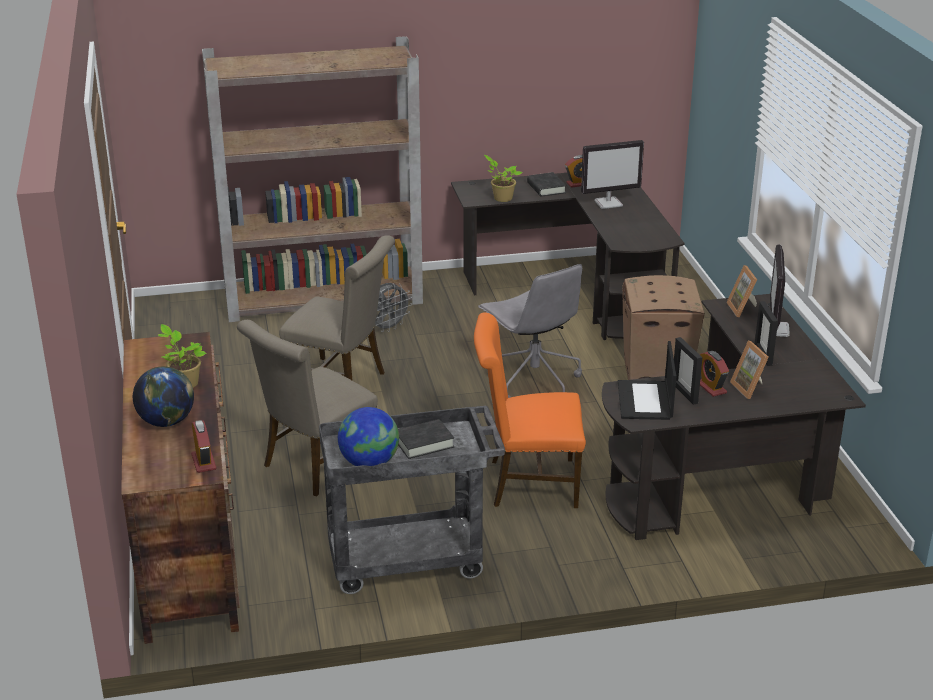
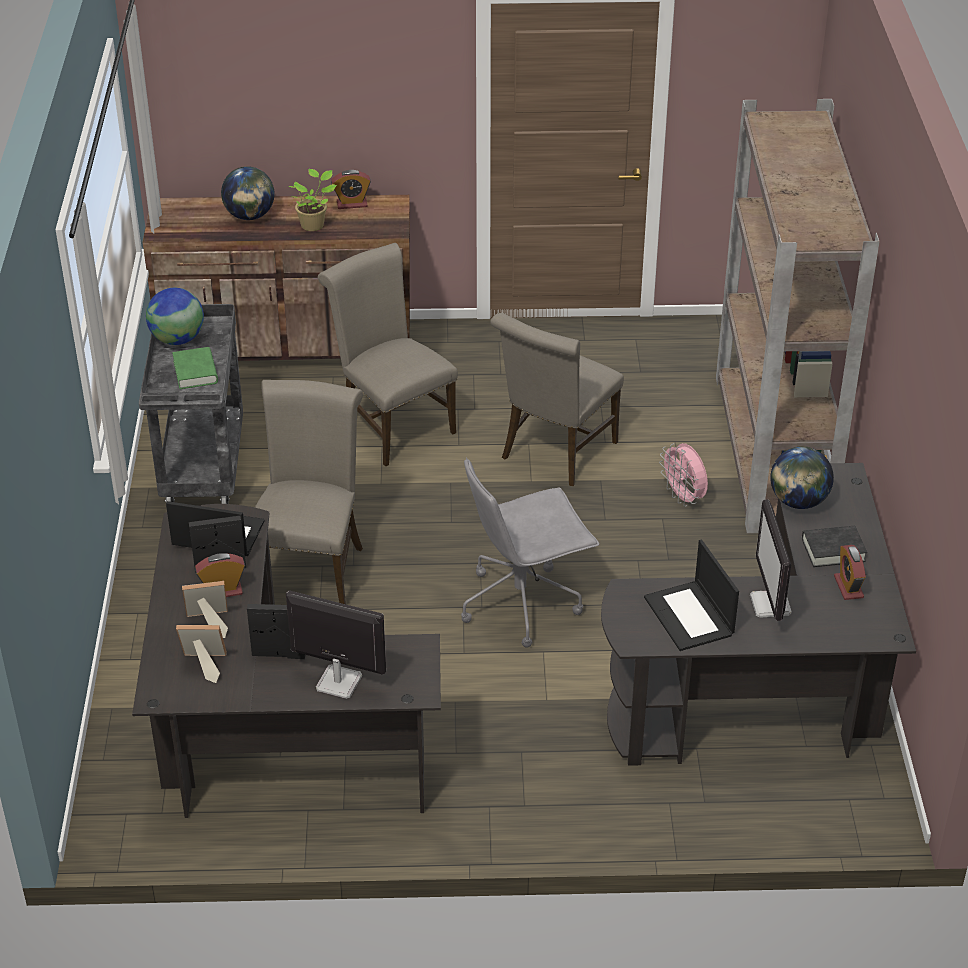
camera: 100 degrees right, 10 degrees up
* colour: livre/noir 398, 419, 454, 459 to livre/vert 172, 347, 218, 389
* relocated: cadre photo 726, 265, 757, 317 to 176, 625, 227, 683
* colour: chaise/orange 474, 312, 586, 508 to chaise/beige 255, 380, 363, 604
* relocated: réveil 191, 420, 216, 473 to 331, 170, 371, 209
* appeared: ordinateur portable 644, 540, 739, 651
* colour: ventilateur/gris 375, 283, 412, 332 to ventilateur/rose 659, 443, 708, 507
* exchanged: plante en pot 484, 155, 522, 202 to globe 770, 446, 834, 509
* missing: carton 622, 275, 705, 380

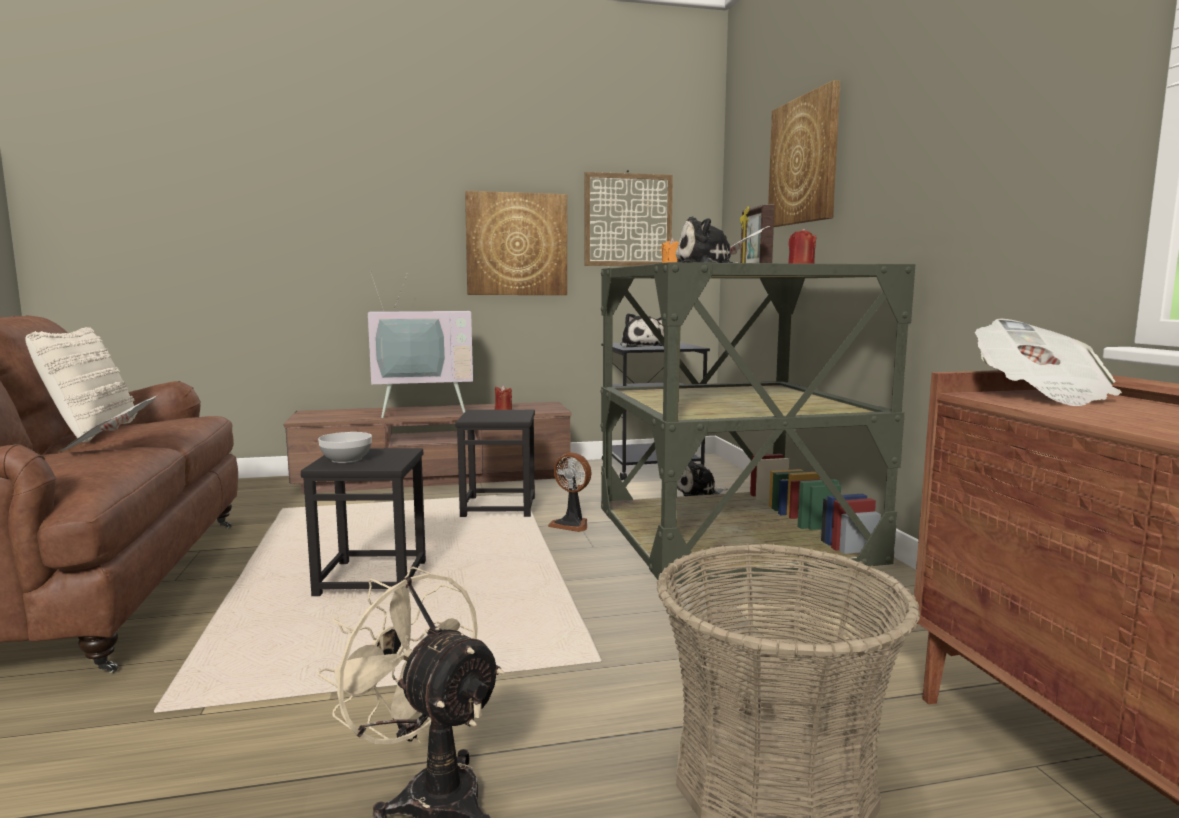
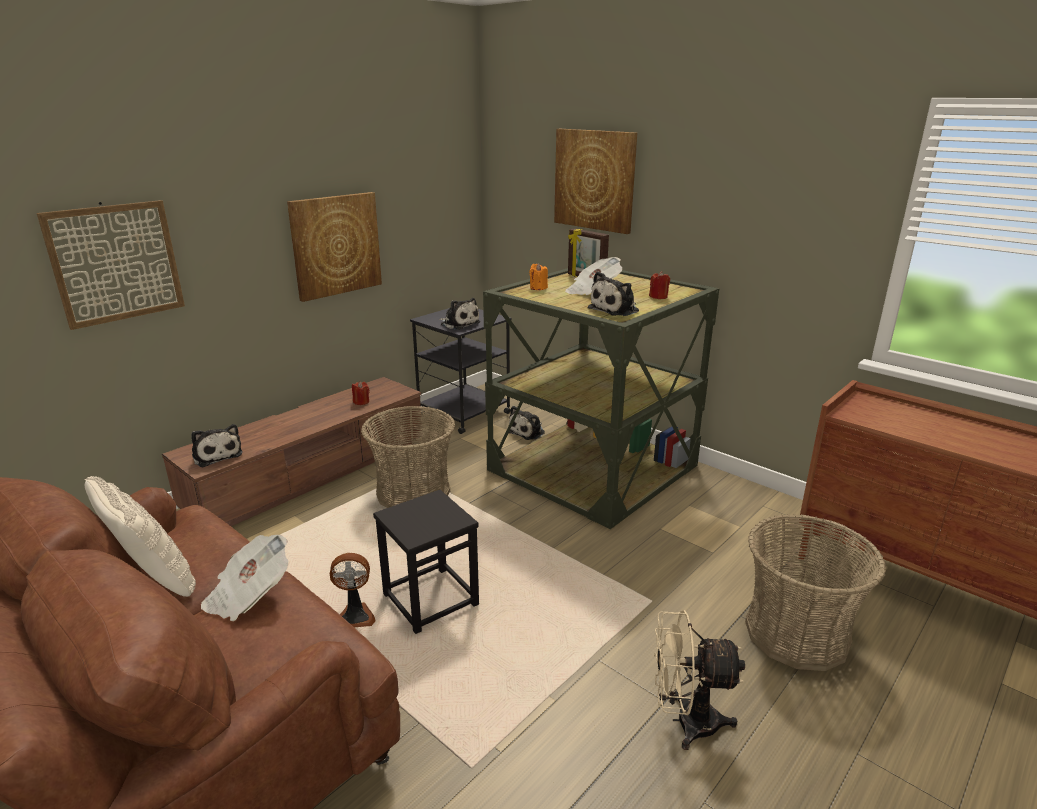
camera: 35 degrees left, 15 degrees up
* relocated: tableau 584, 170, 673, 266 to 37, 200, 185, 330
* appeared: peluche 191, 424, 243, 467
* relocated: ventilateur 548, 452, 592, 532 to 330, 553, 376, 627
* exchanged: tabouret/noir 455, 410, 535, 517 to panier 361, 406, 455, 508
* missing: bol 318, 432, 372, 463
* missing: téléviseur 368, 271, 473, 418
* missing: journal 975, 319, 1122, 406

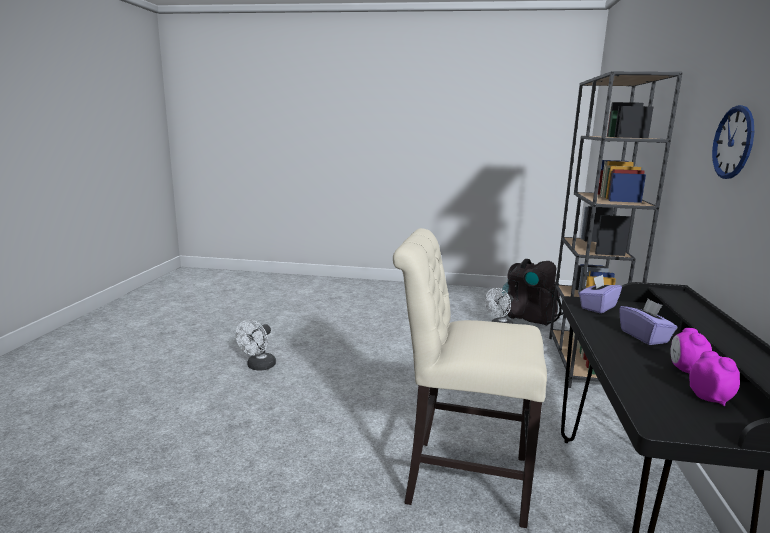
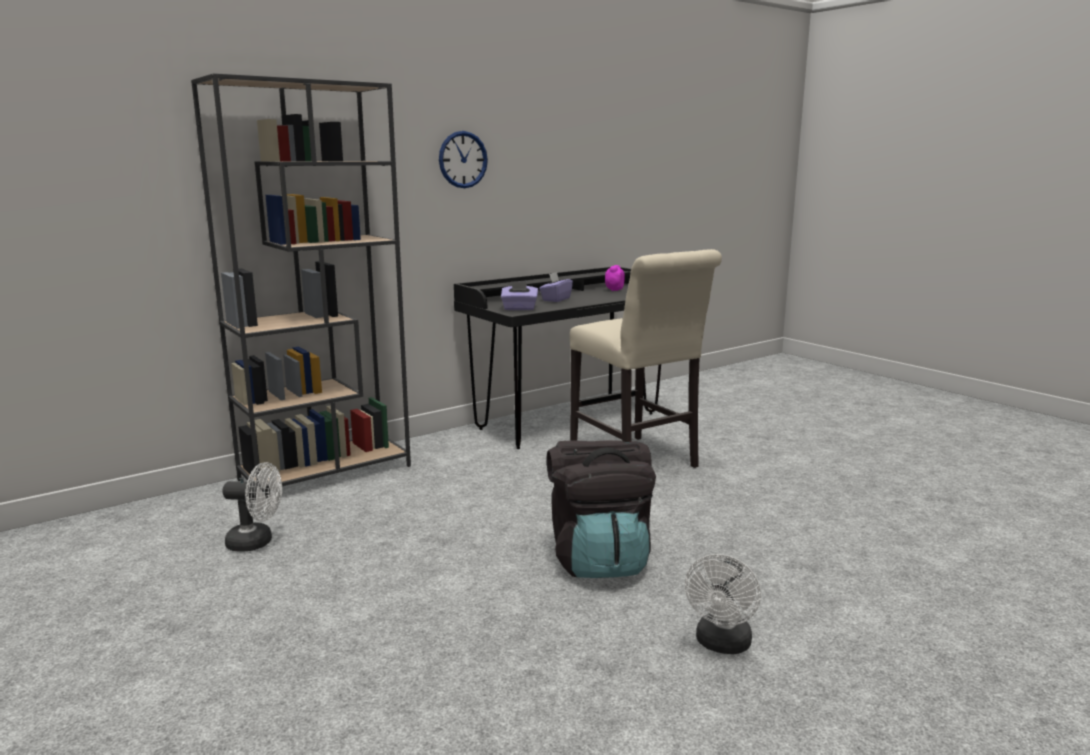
camera: 135 degrees left, 0 degrees up
* relocated: sac à dos/noir 501, 259, 564, 326 to 547, 440, 656, 578
* spun: ventilateur/blanc 236, 320, 276, 371 = 685, 554, 761, 654 135 degrees clockwise
* missing: réveil 670, 328, 712, 373

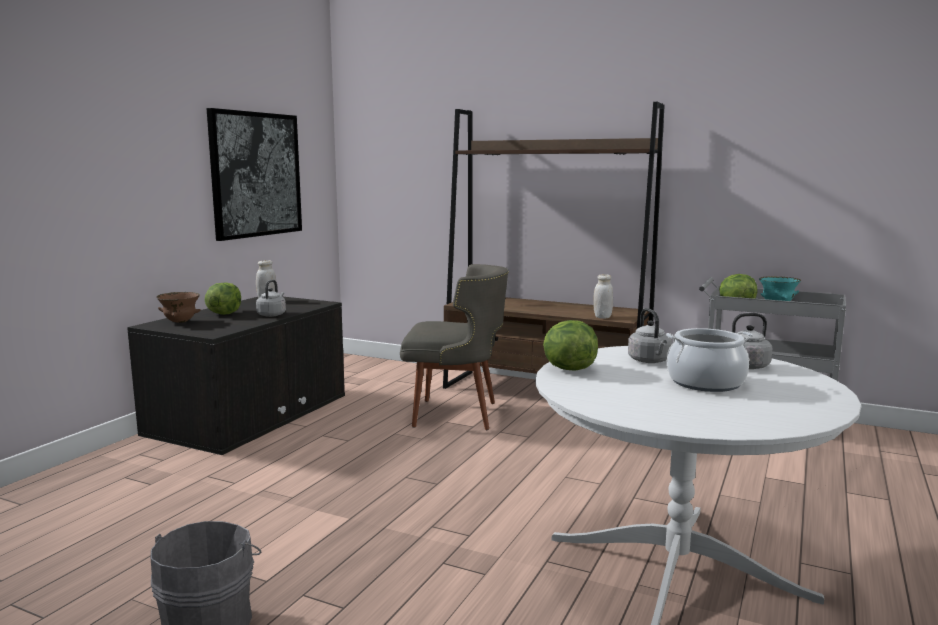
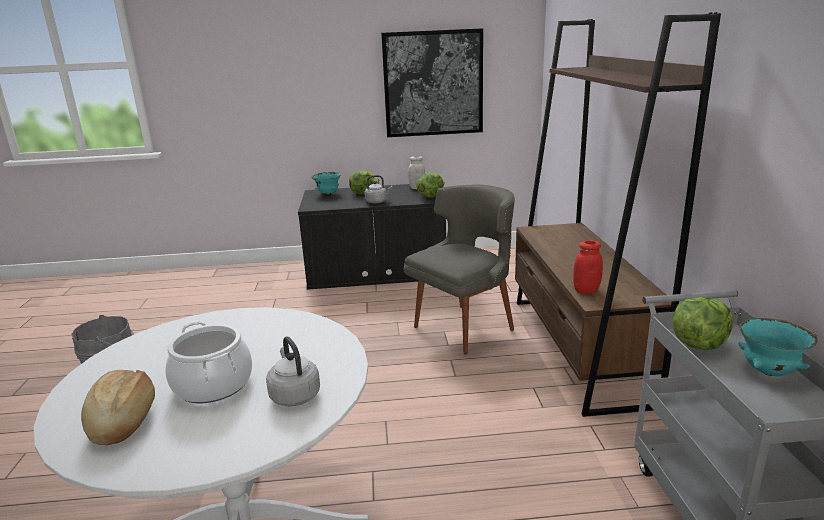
camera: 60 degrees right, 10 degrees up
* appeared: pain 81, 370, 155, 445
* colour: bol/marron 156, 292, 201, 323 to bol/turquoise 312, 172, 341, 195
* spun: chaise/gris 400, 264, 508, 430 = 404, 185, 515, 354 105 degrees counterclockwise
* relocated: laitue 543, 320, 598, 371 to 416, 173, 444, 198
* colour: bocal/blanc 593, 274, 613, 319 to bocal/rouge 573, 241, 603, 294
* missing: bouilloire/gris 628, 308, 672, 363

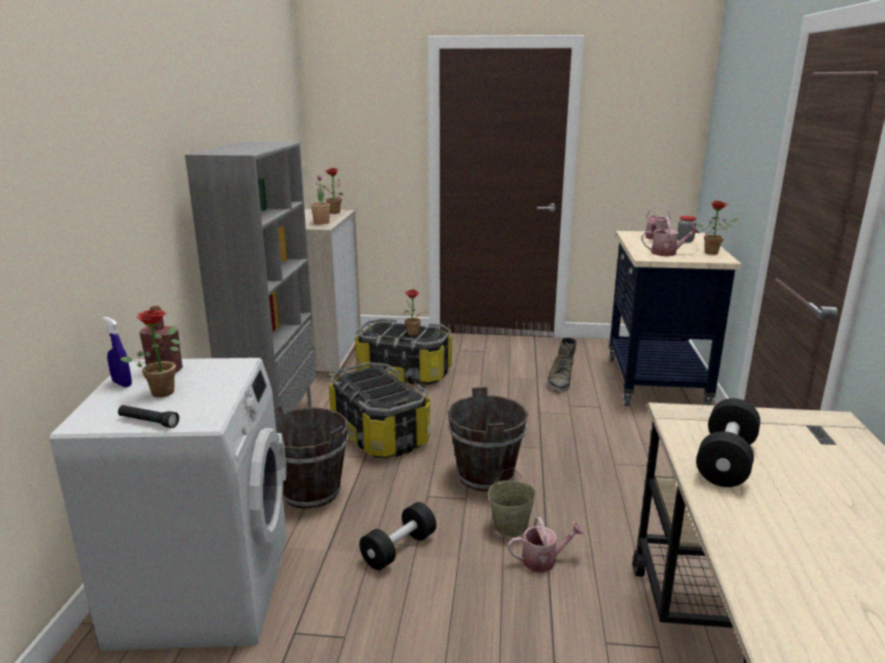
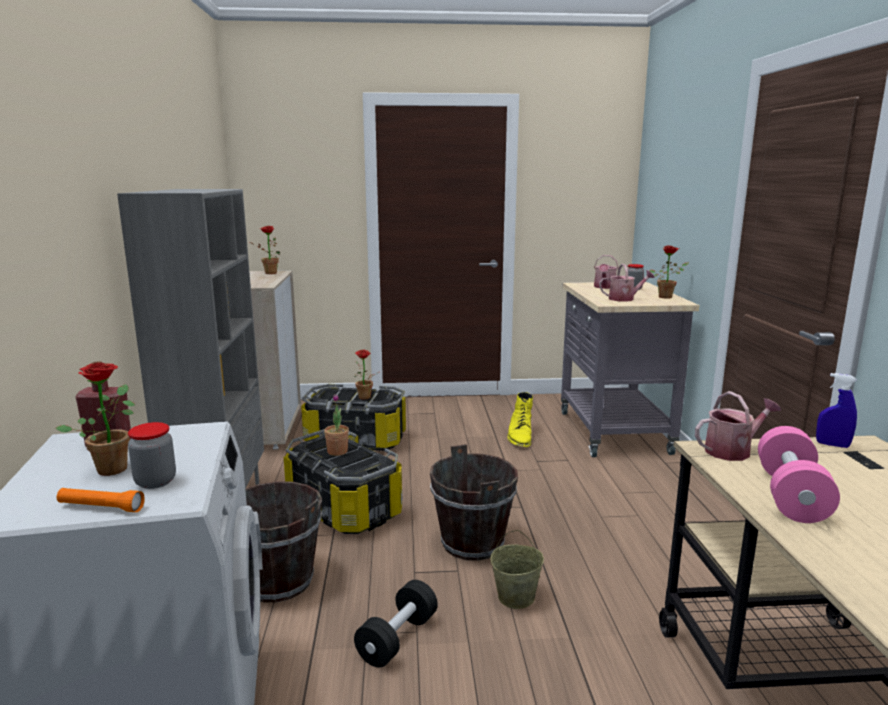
camera: 10 degrees left, 5 degrees down
* colour: lampe de poche/noir 118, 405, 179, 428 to lampe de poche/orange 57, 488, 145, 512
* appeared: bocal 128, 422, 176, 489
* relocated: plante en pot 311, 175, 330, 224 to 324, 394, 349, 456
* colour: botte/vert 547, 337, 577, 391 to botte/jaune 507, 392, 533, 447
* colour: chariot/bleu 609, 231, 742, 406 to chariot/gris 561, 282, 699, 457
* relocated: arrosoir 508, 517, 584, 572 to 695, 391, 781, 461
* colour: haltère/noir 696, 398, 760, 487 to haltère/rose 758, 426, 840, 523
* relocated: vaporisateur/bleu 103, 317, 132, 387 to 816, 373, 857, 448

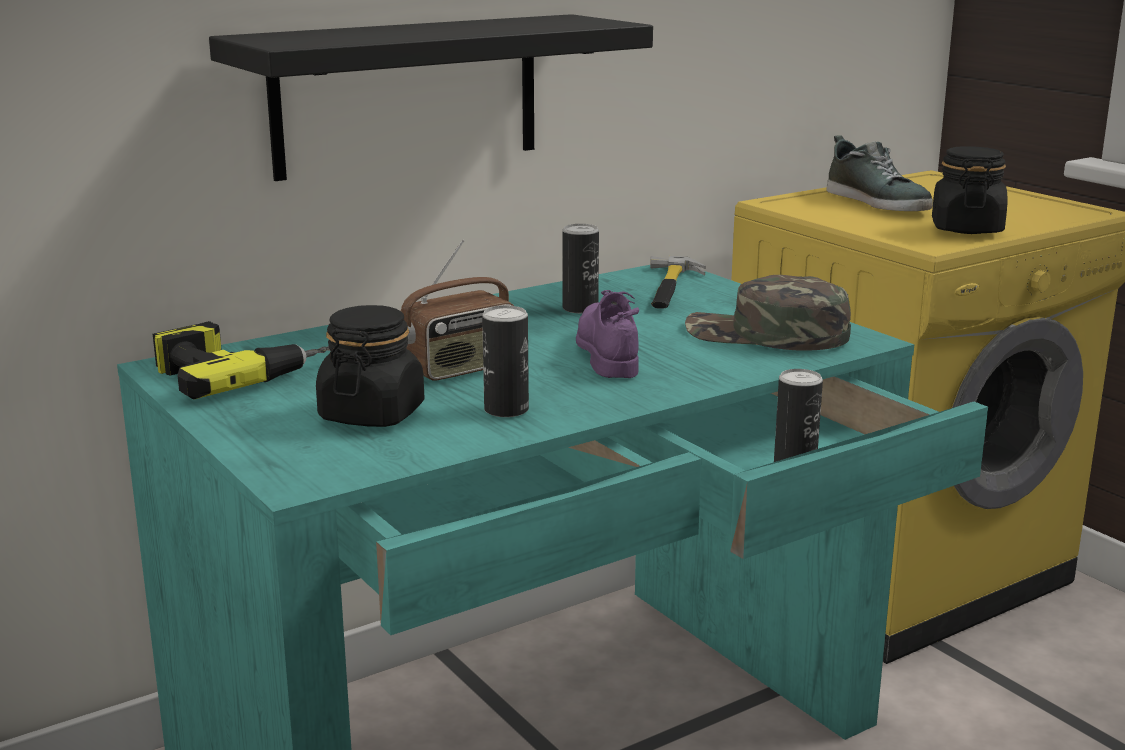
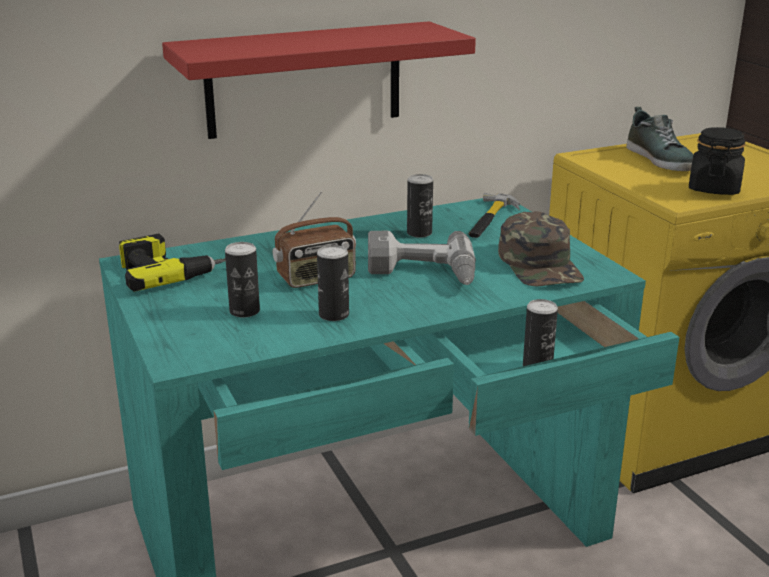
camera: 10 degrees right, 5 degrees up
* colour: étagère/noir 209, 14, 653, 181 to étagère/rouge 162, 21, 476, 139
* exchanged: bocal/noir 316, 305, 424, 427 to boîte métallique 225, 242, 260, 317
* exchanged: chaussure/violet 576, 290, 639, 378 to perceuse 368, 231, 476, 285
* spun: casquette/vert 685, 275, 851, 351 = 498, 211, 584, 287 135 degrees counterclockwise

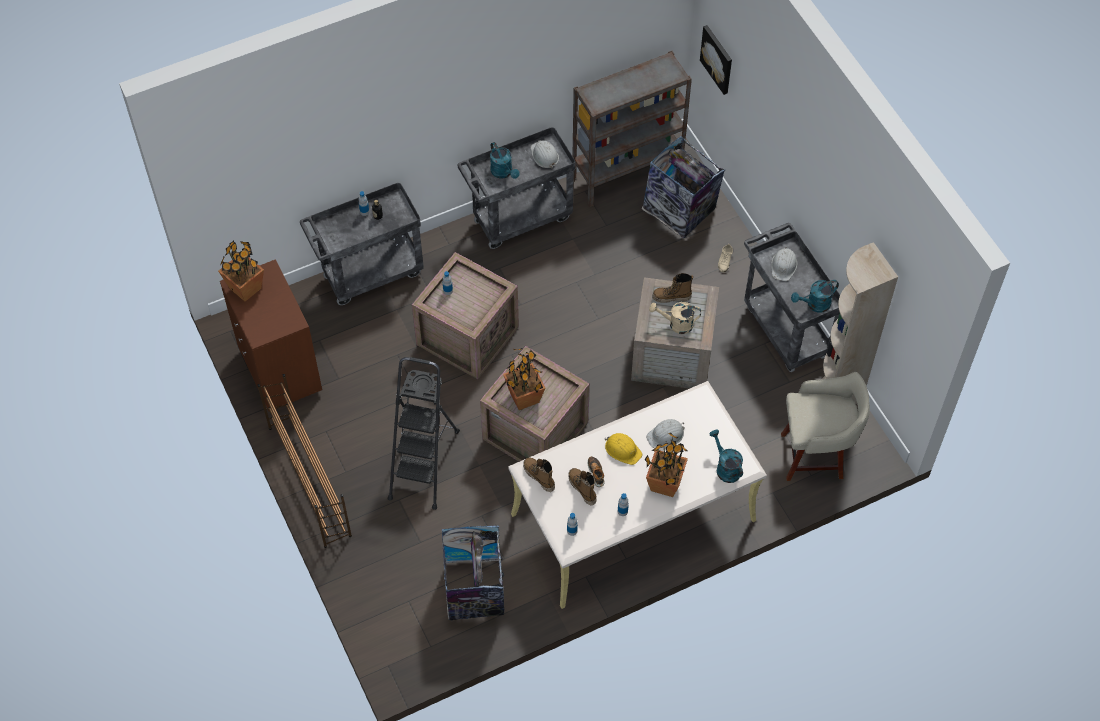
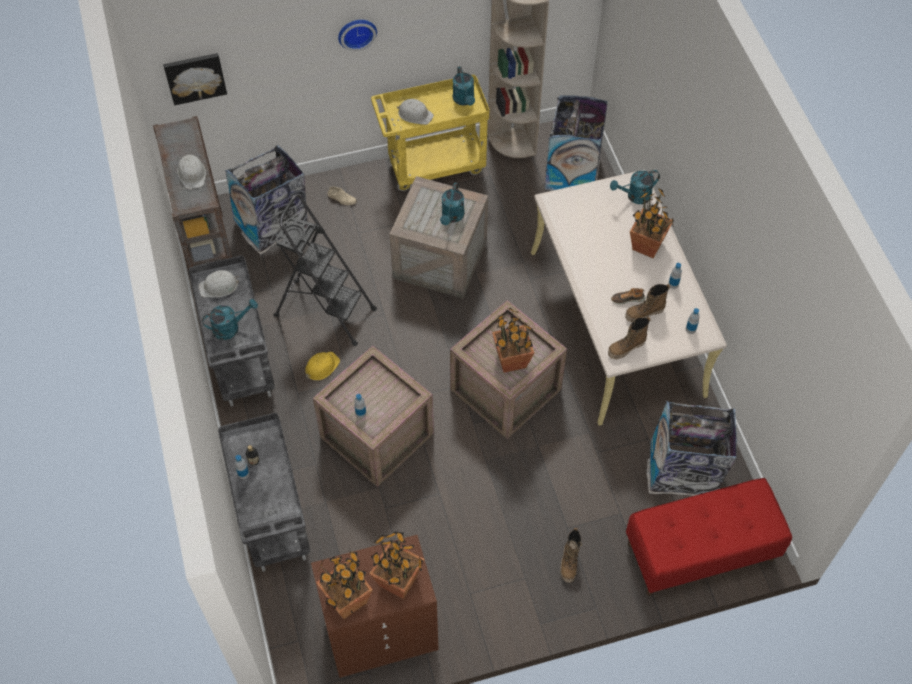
camera: 80 degrees left, 0 degrees up
* relocated: casque de chantier/blanc 646, 419, 685, 448 to 177, 155, 206, 189
* relocated: escabeau 388, 357, 460, 510 to 273, 194, 377, 346
* relocated: casque de chantier/jaune 605, 433, 642, 465 to 305, 352, 340, 380
* appeared: horloge murale 338, 20, 377, 51
* appeared: plante en pot 369, 531, 424, 599
* colour: chariot/gris 744, 223, 840, 372 to chariot/jaune 371, 75, 489, 191
* colour: arrosoir/beige 649, 302, 701, 334 to arrosoir/turquoise 440, 183, 465, 225
* exchanged: tabouret/beige 781, 372, 870, 481 to poubelle 544, 95, 608, 191
* relocated: botte 652, 273, 693, 303 to 560, 528, 582, 583
* appeared: banc/rouge 626, 478, 792, 596
* missing: étagère à chaussures/marron 257, 374, 352, 548

